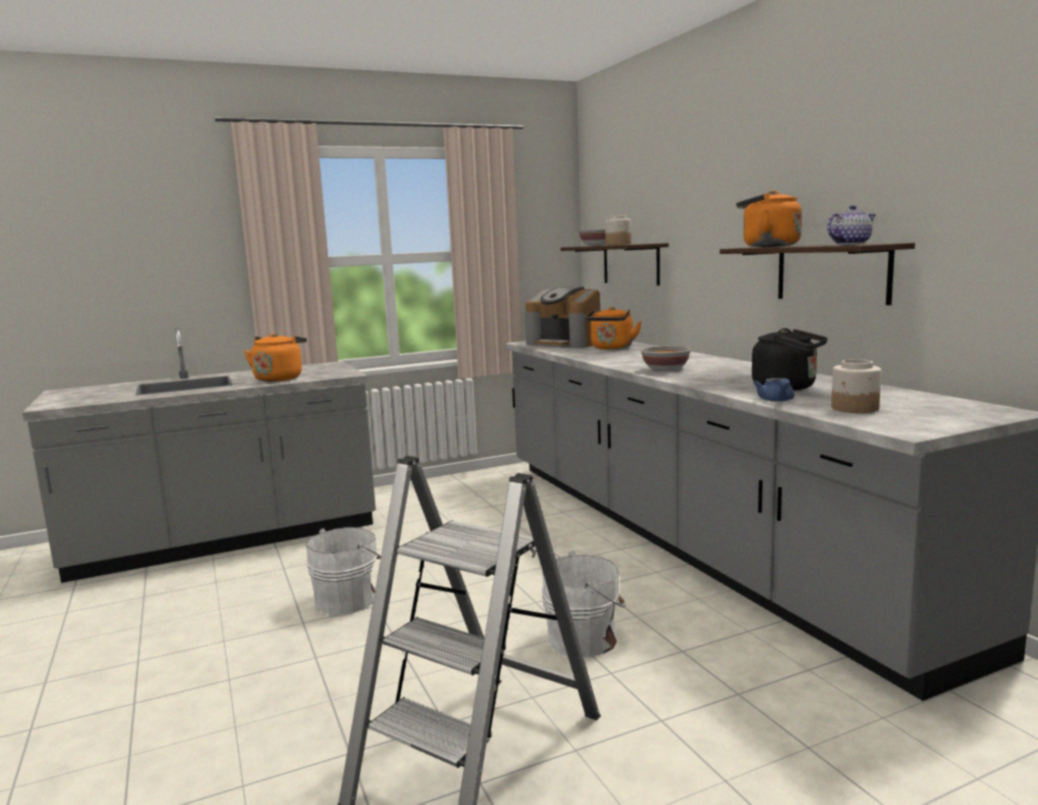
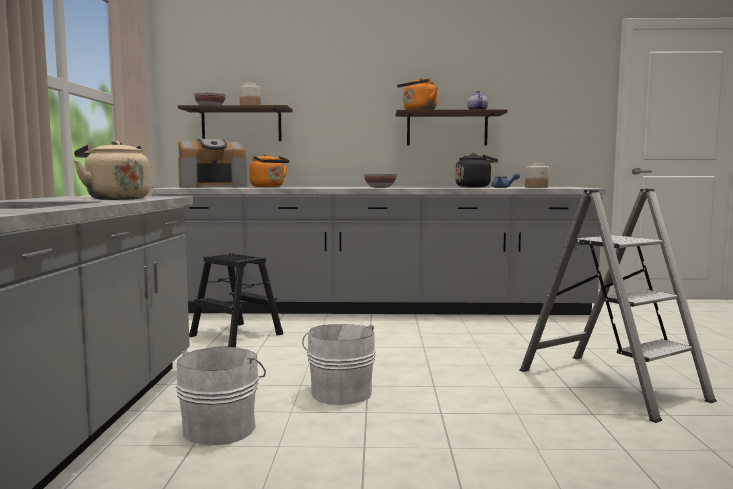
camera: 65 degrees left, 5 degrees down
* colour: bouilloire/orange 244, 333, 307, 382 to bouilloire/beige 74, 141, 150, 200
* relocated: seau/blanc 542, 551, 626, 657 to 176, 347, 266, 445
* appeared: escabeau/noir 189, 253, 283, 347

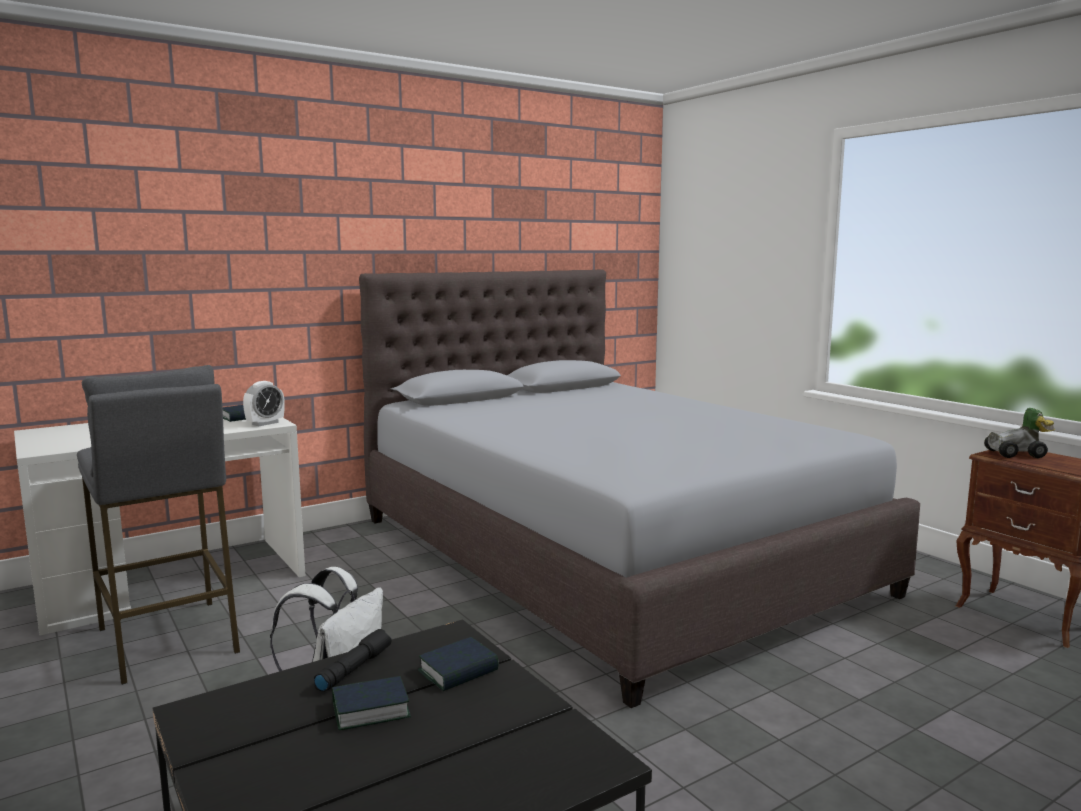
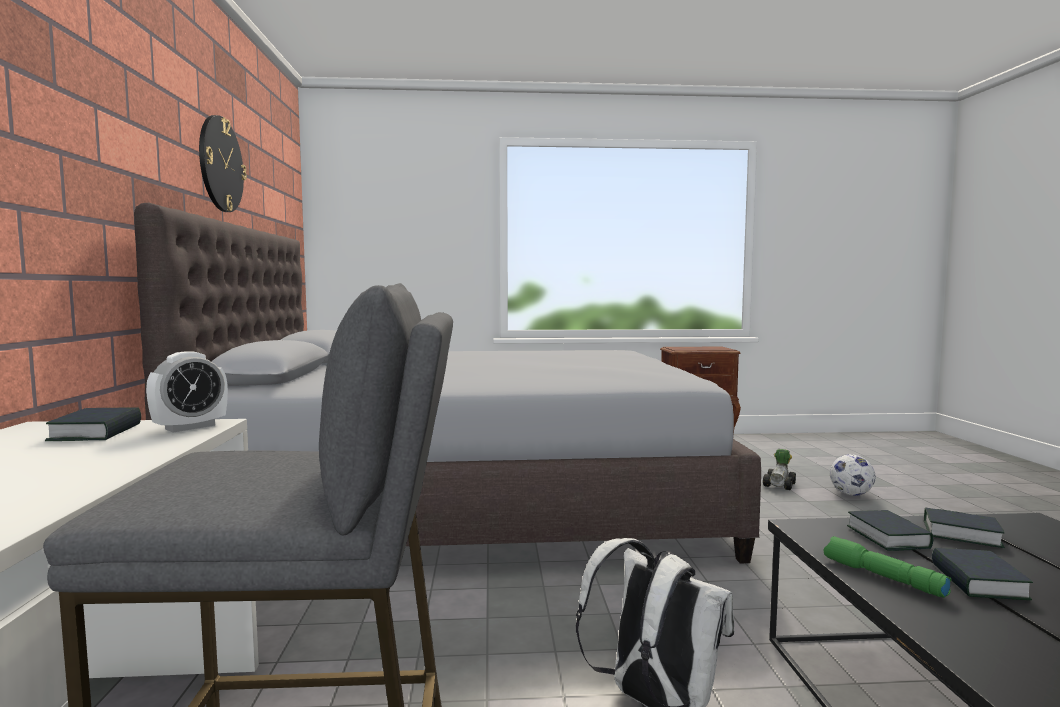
camera: 60 degrees left, 5 degrees down
* spun: réveil 243, 381, 285, 426 = 146, 351, 228, 432 60 degrees clockwise
* appeared: horloge murale 199, 115, 247, 212
* relocated: petite voiture 984, 408, 1055, 458 to 763, 449, 796, 490
* colour: lampe de poche/noir 314, 629, 392, 692 to lampe de poche/vert 824, 536, 952, 598
* appeared: ballon de foot 830, 454, 876, 496
* appeared: livre 924, 508, 1005, 548

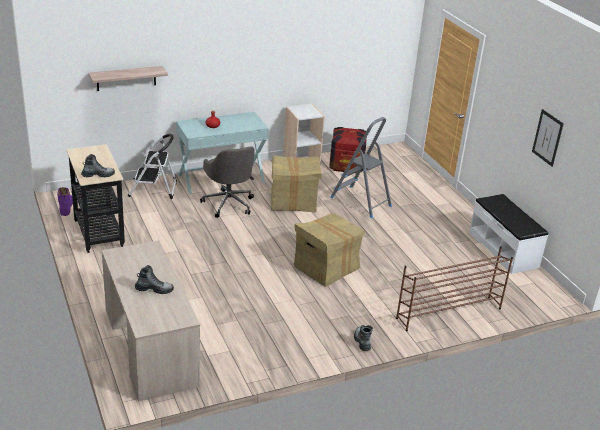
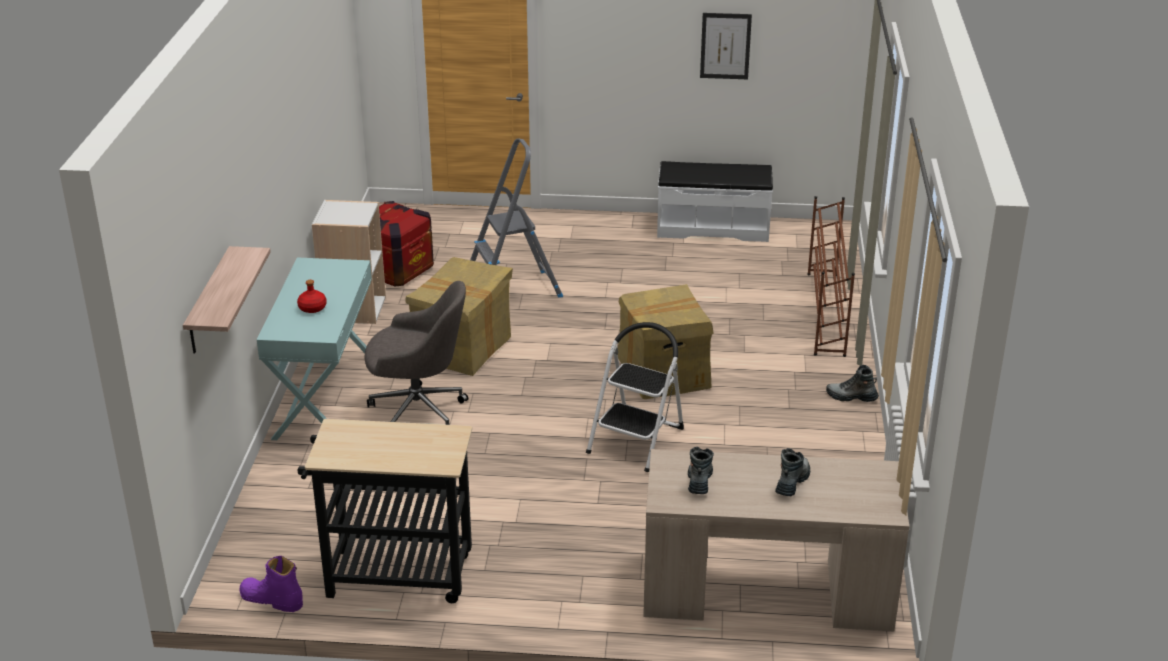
camera: 60 degrees left, 0 degrees up
* relocated: escabeau 128, 134, 177, 199 to 586, 322, 684, 472
* relocated: botte 81, 154, 115, 177 to 688, 447, 714, 494

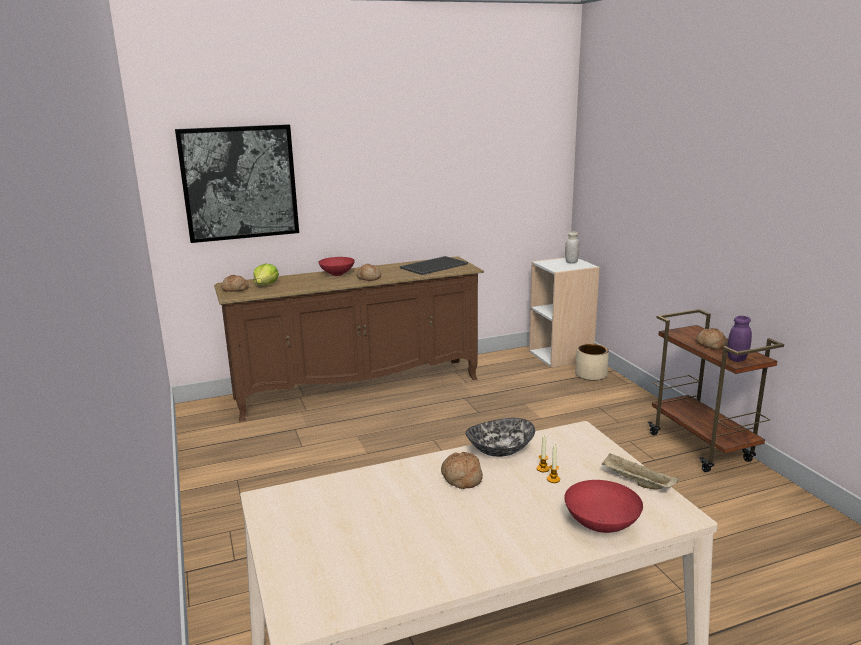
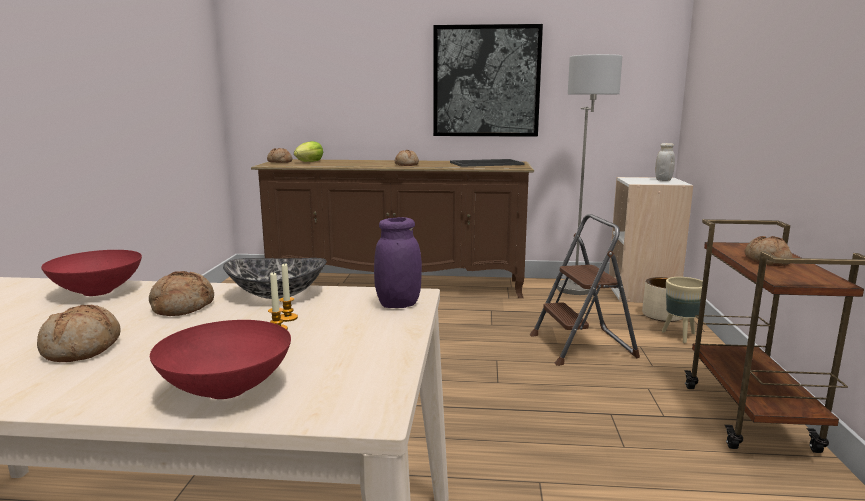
camera: 25 degrees right, 5 degrees down
* appeared: pain 37, 305, 121, 362
* relocated: bol/rouge 318, 257, 355, 276 to 41, 250, 142, 296
* relocated: bocal/violet 727, 316, 752, 362 to 374, 217, 422, 308
* relocated: tableau 175, 124, 299, 243 to 433, 24, 543, 137
* appeared: escabeau/marron 530, 214, 640, 366
* appeared: lampadaire/gris 557, 54, 622, 295
* appeared: cache-pot/beige 662, 277, 703, 343
* missing: plateau/beige 601, 453, 678, 489

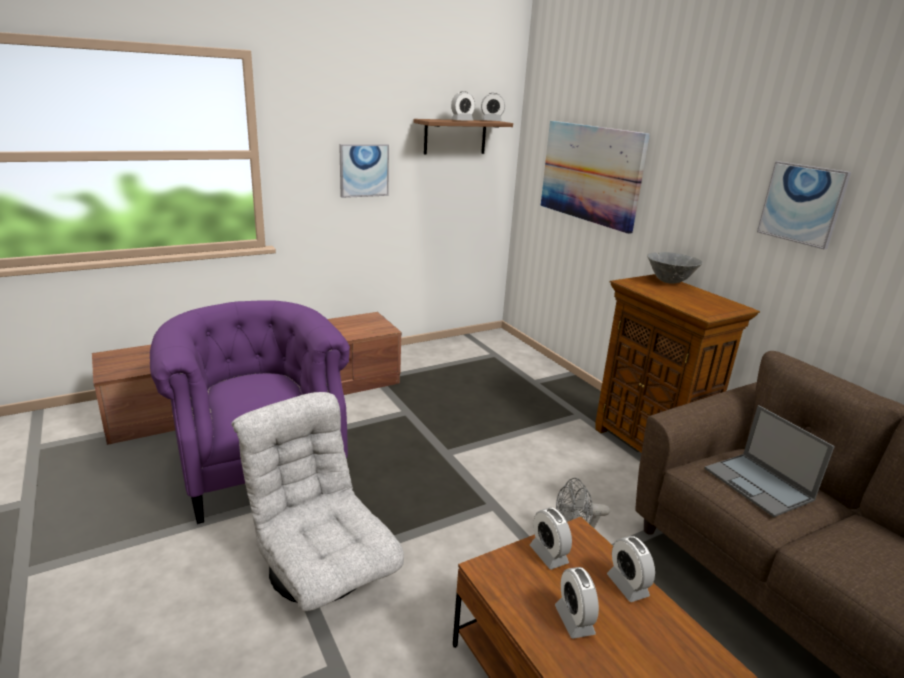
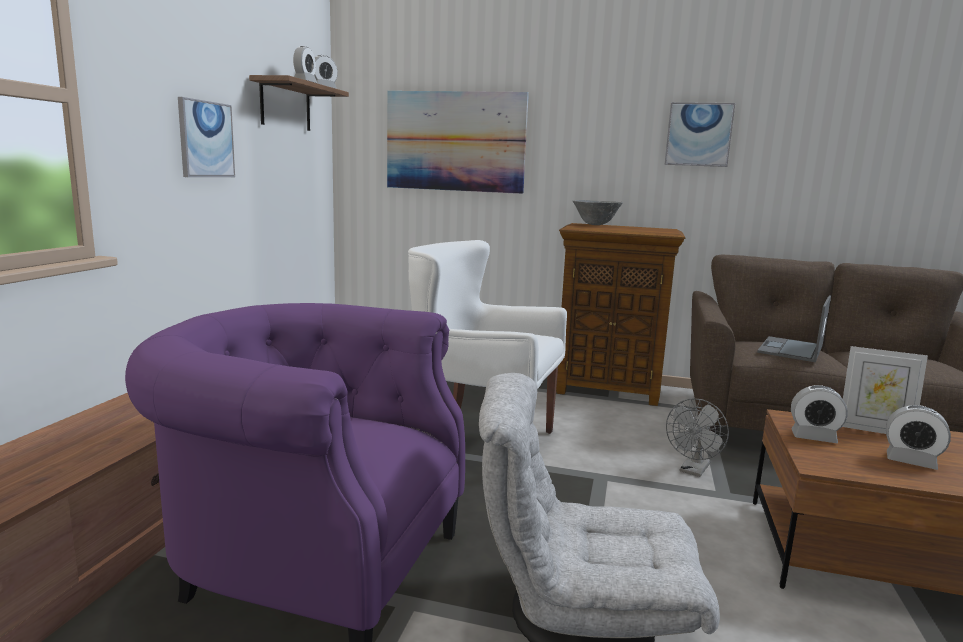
camera: 45 degrees left, 10 degrees down
* appeared: fauteuil/blanc 408, 240, 567, 434
* spun: ordinateur portable 705, 405, 835, 517 = 757, 295, 831, 362 105 degrees clockwise
* exchanged: réveil 607, 536, 655, 602 to cadre photo 842, 346, 928, 434

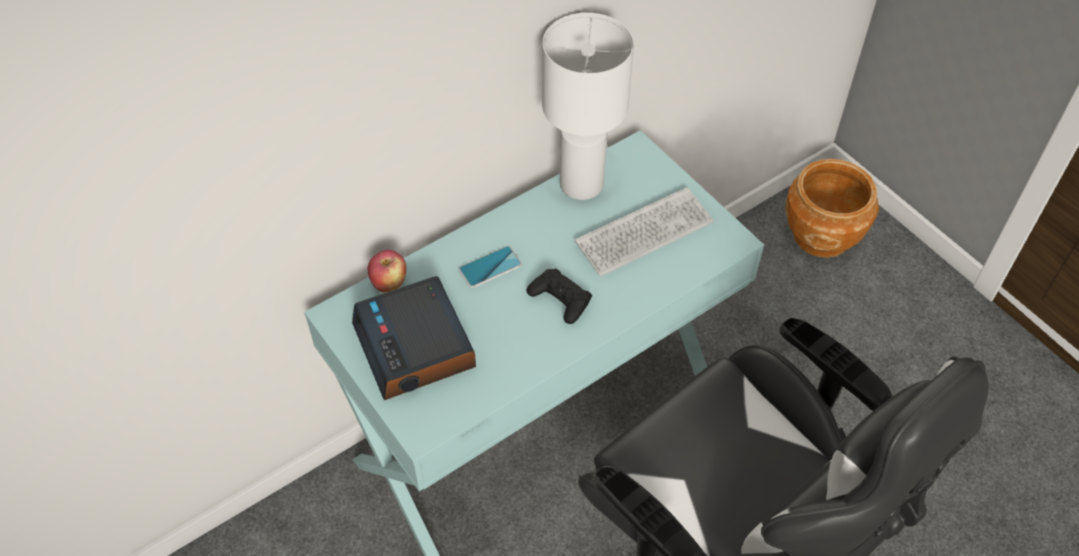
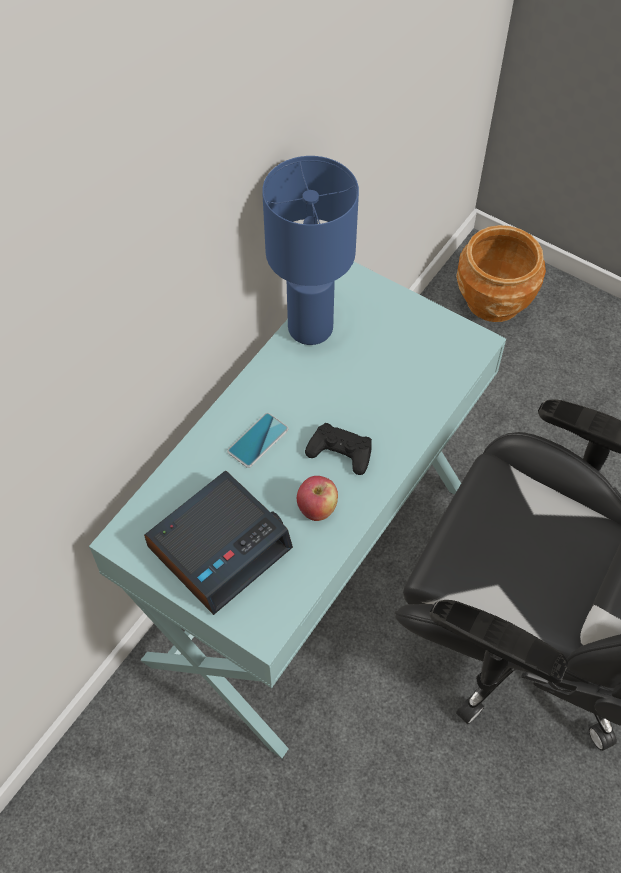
camera: 20 degrees left, 5 degrees up
* spun: réveil 352, 276, 476, 400 = 144, 471, 293, 615 90 degrees counterclockwise
* colour: lampe de table/blanc 542, 13, 634, 200 to lampe de table/bleu 262, 156, 359, 345
* relocated: pomme 368, 250, 406, 293 to 297, 476, 338, 521
* missing: clavier 575, 187, 714, 276

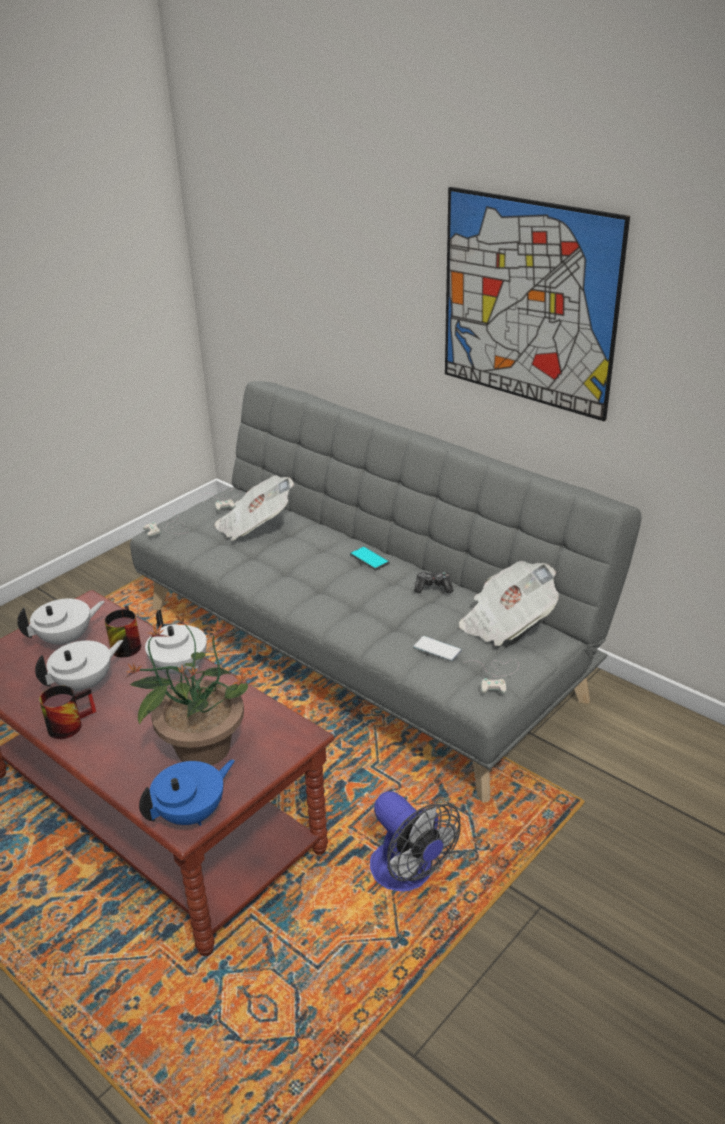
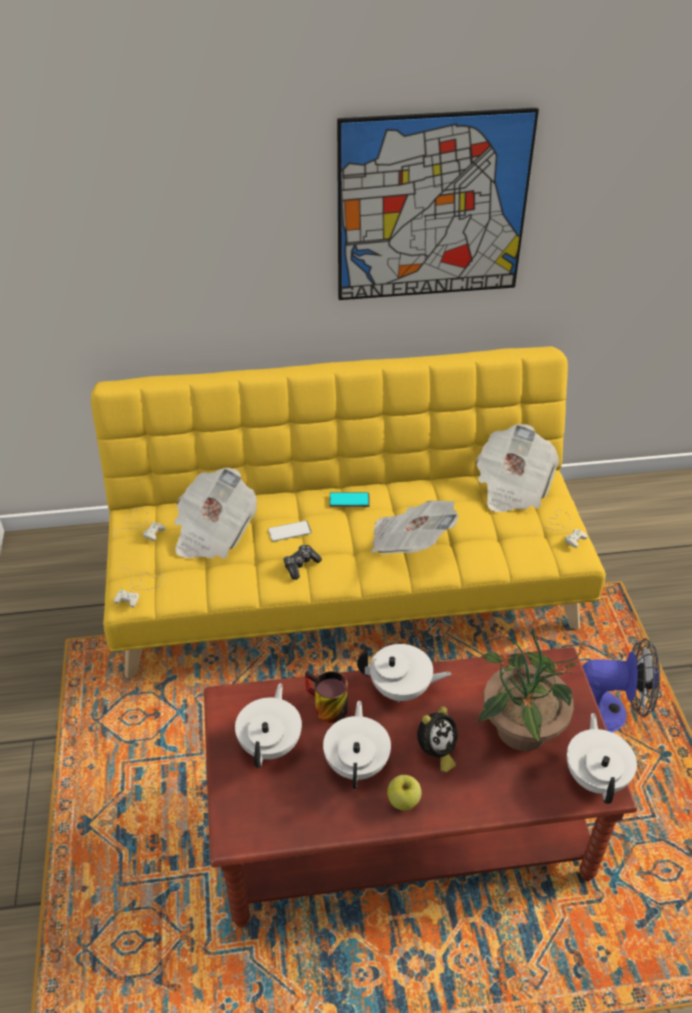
camera: 50 degrees left, 10 degrees up
* colour: canapé/gris 130, 381, 641, 802 to canapé/jaune 91, 346, 606, 678
* relocated: téléphone 413, 636, 462, 661 to 268, 521, 312, 542
* relocated: manette 414, 572, 453, 593 to 283, 545, 322, 580
* appeared: journal 371, 500, 458, 554
* exchanged: mug 39, 685, 96, 739 to pomme 387, 775, 421, 811
* appeared: réveil 417, 707, 457, 772
* colour: théière/bleu 139, 759, 235, 826 to théière/blanc 567, 713, 637, 804

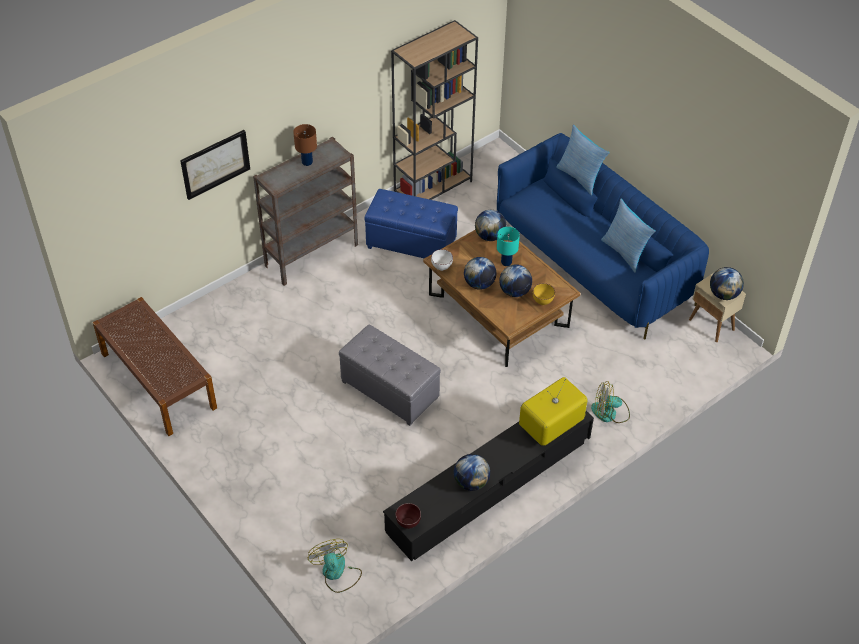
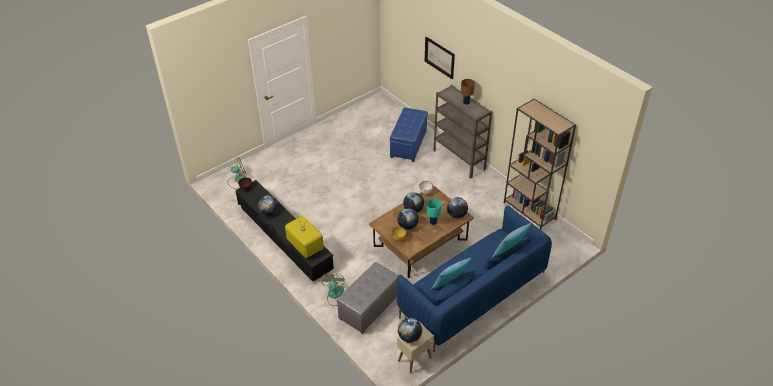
camera: 90 degrees right, 5 degrees down
* relocated: pouf/gris 339, 325, 441, 426 to 337, 262, 398, 334
* relocated: pouf/bleu 364, 189, 458, 258 to 390, 108, 428, 162
* missing: banc/marron 93, 297, 217, 436

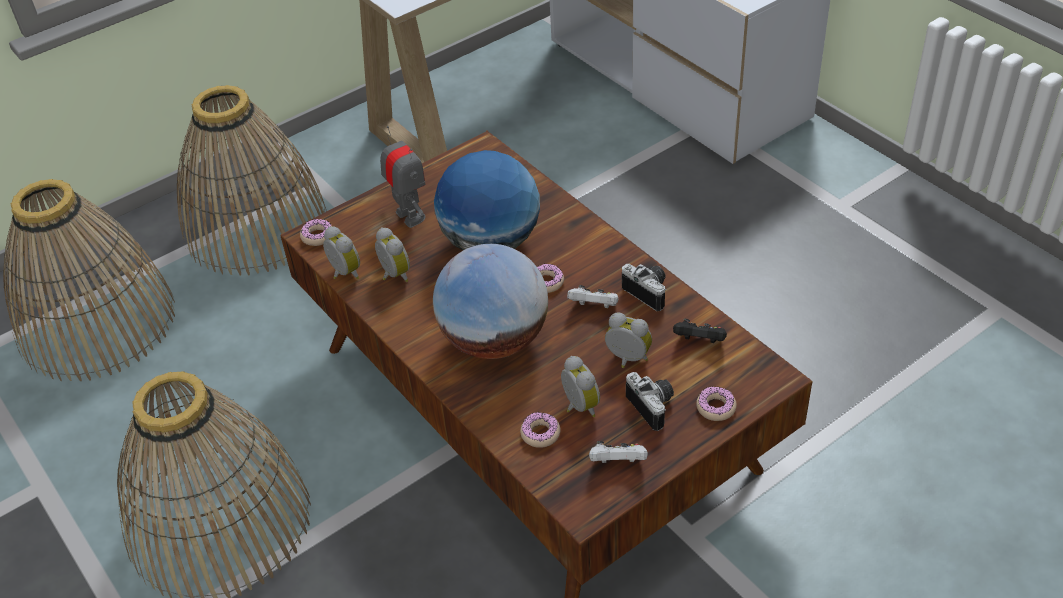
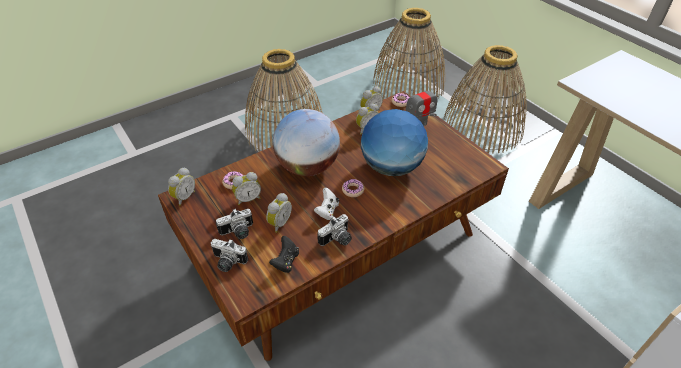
camera: 90 degrees right, 0 degrees up
* appeared: réveil 168, 167, 195, 206
* exchanged: beignet 696, 386, 737, 421 to appareil photo 211, 239, 248, 272
* missing: manette/blanc 589, 441, 648, 463

